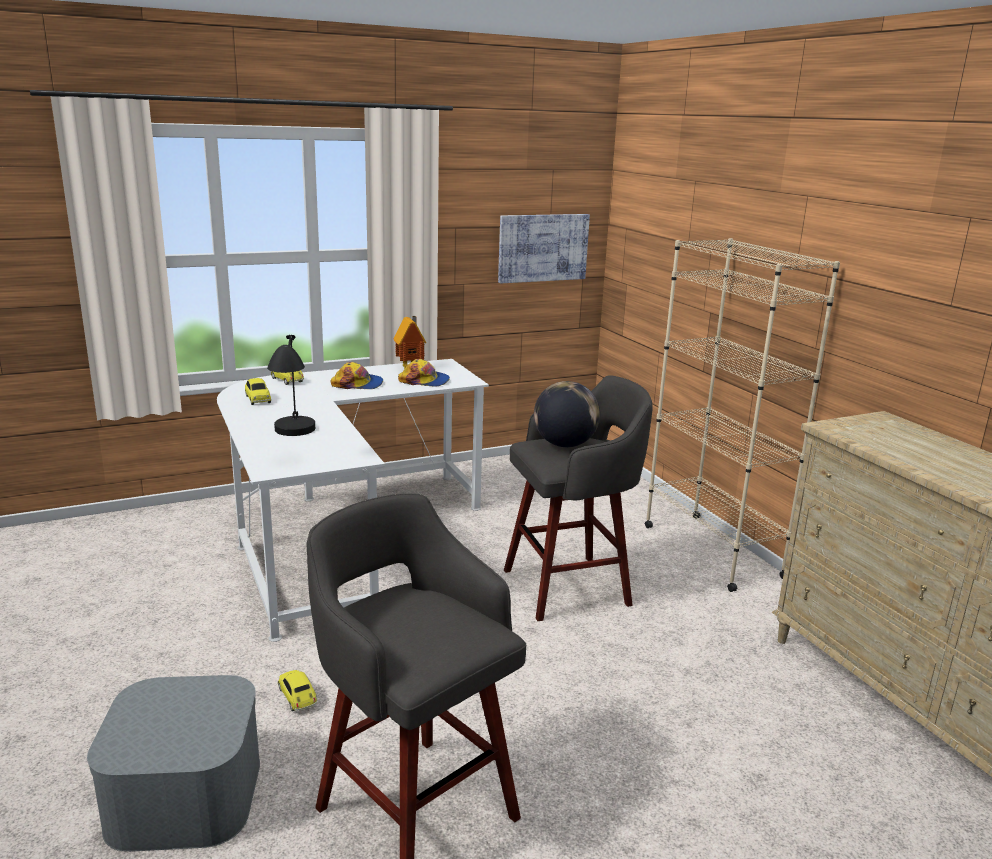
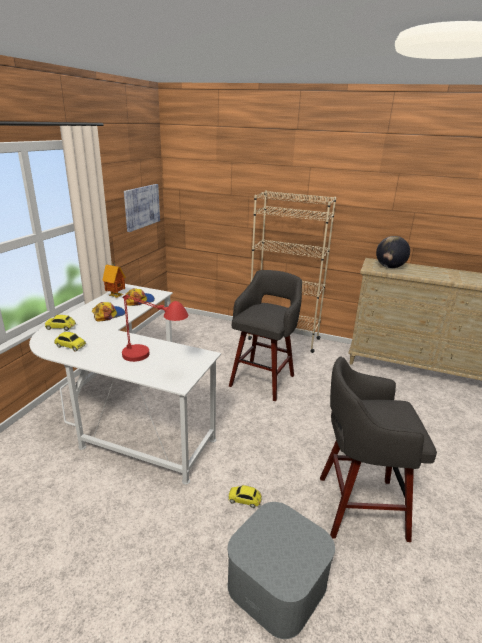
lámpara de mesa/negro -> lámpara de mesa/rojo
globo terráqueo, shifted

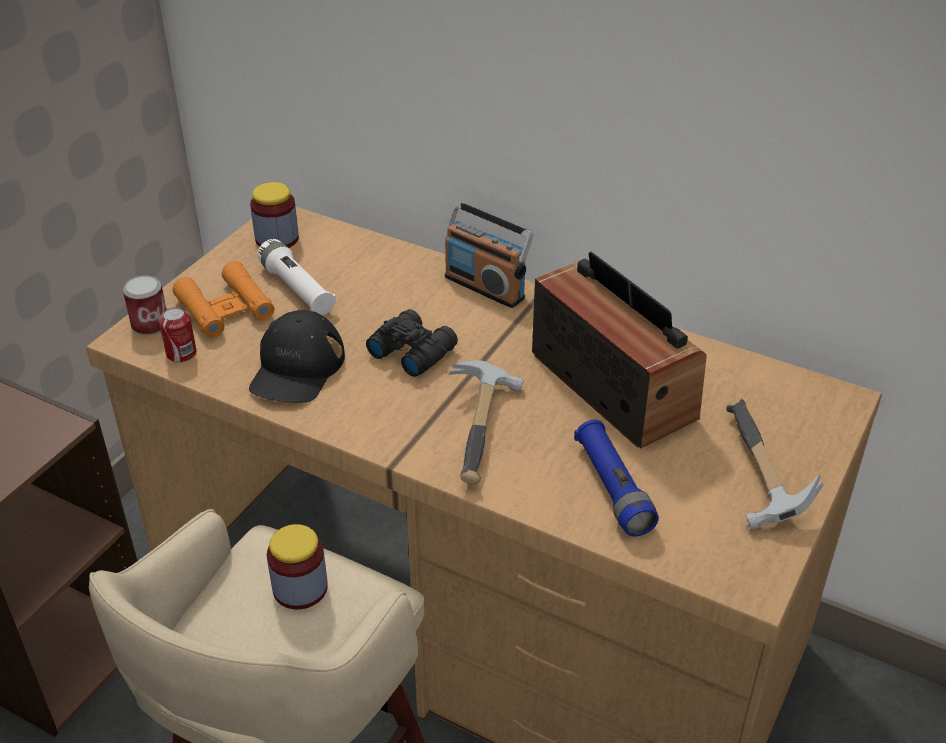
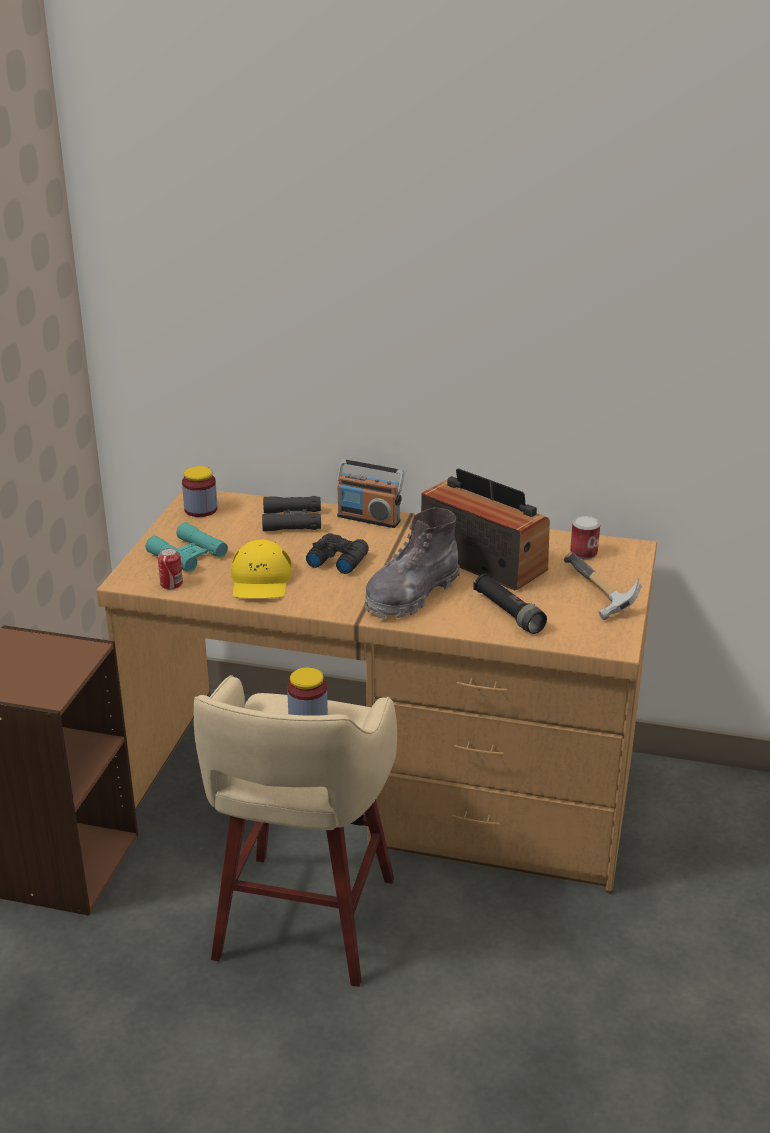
linterna/blanco -> none
prismáticos/naranja -> prismáticos/turquesa
lata (no. 1 from left in the first image) -> lata (no. 2 from left), shifted
gorra/negro -> gorra/amarillo
martillo (no. 1 from left) -> bota/gris
linterna/azul -> linterna/negro
none -> prismáticos/negro (no. 1 from left)

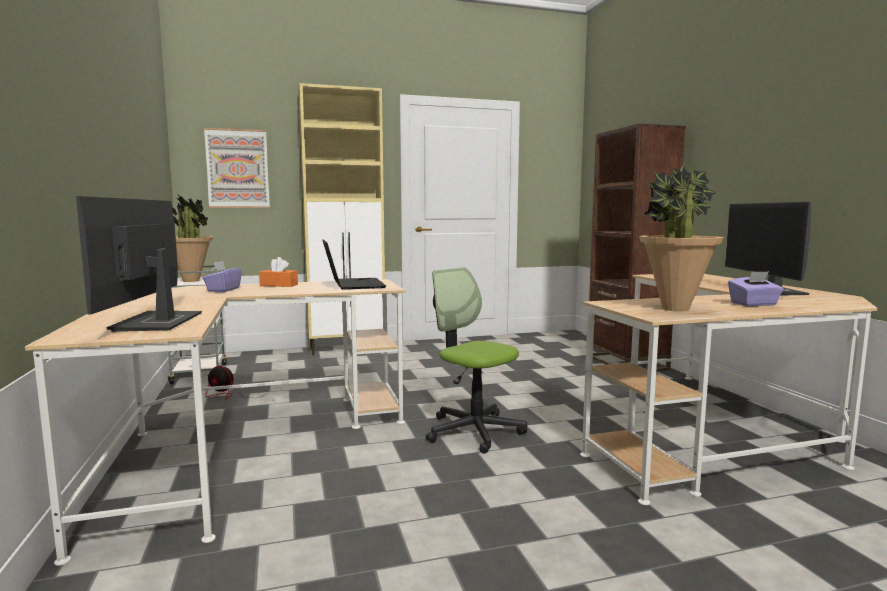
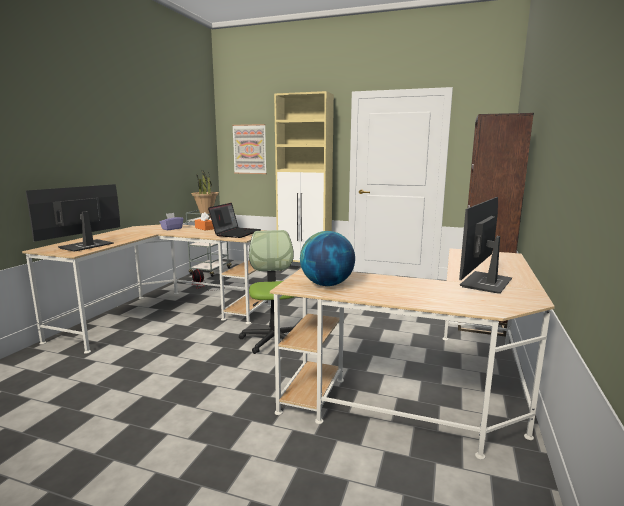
planta en maceta (no. 2 from left) -> globo terráqueo
caja de pañuelos/morado (no. 2 from left) -> none

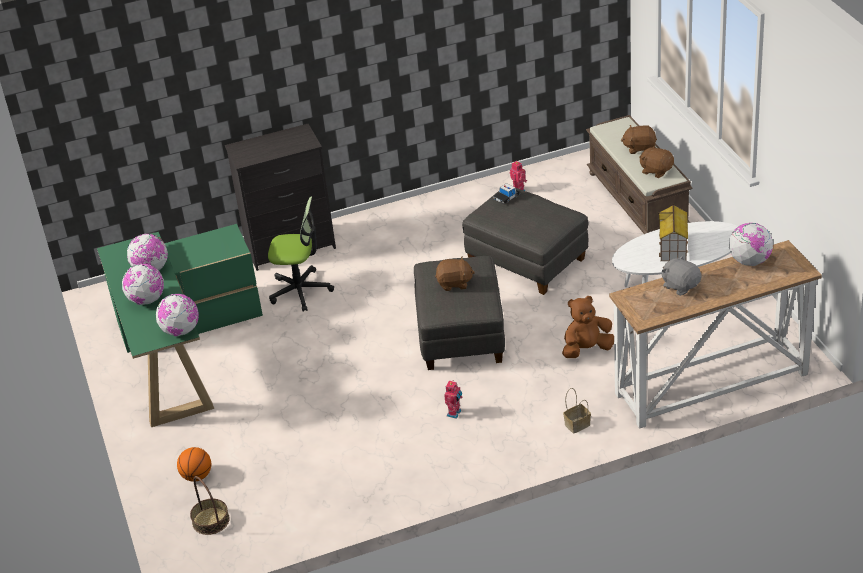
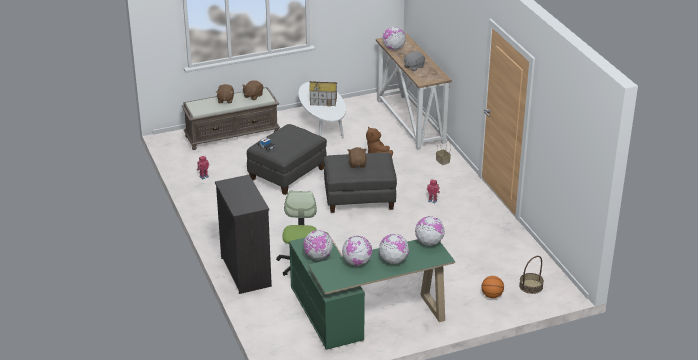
none -> globo terráqueo (no. 1 from left)

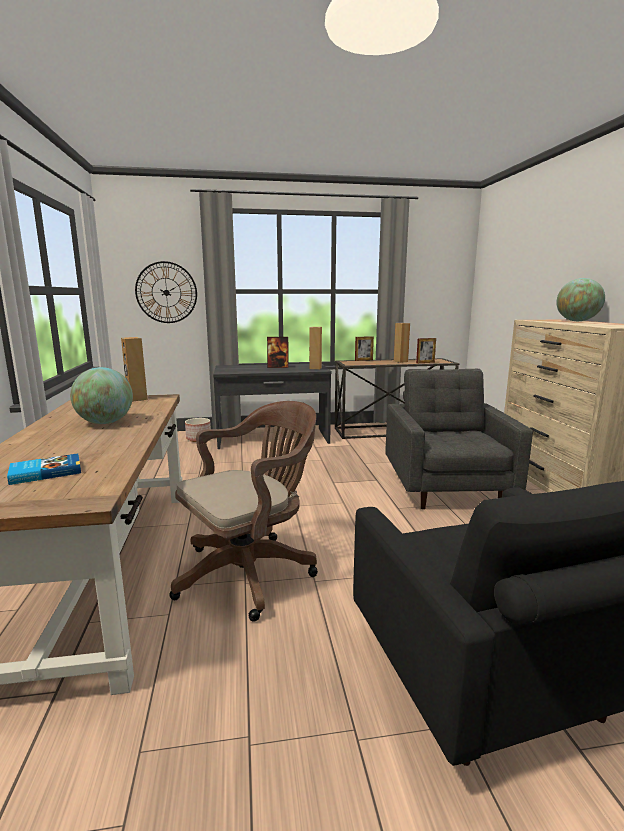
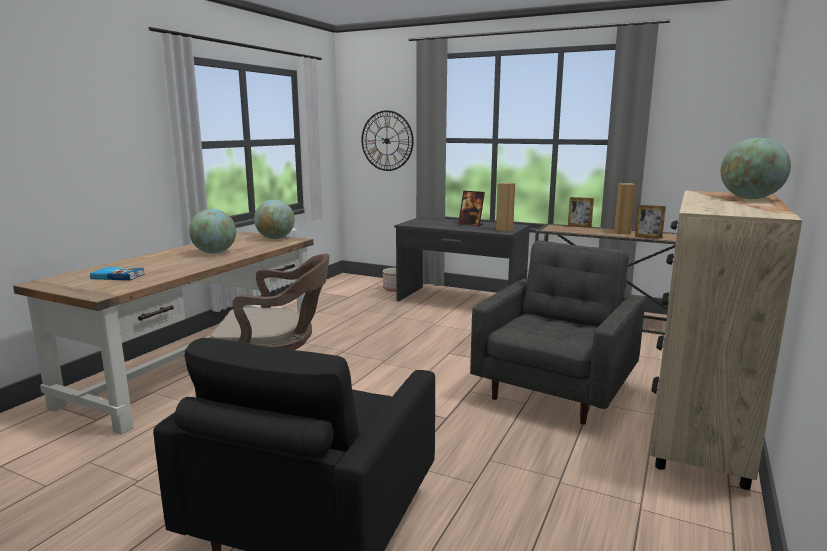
altavoz/marrón (no. 1 from left) -> globo terráqueo (no. 2 from left)

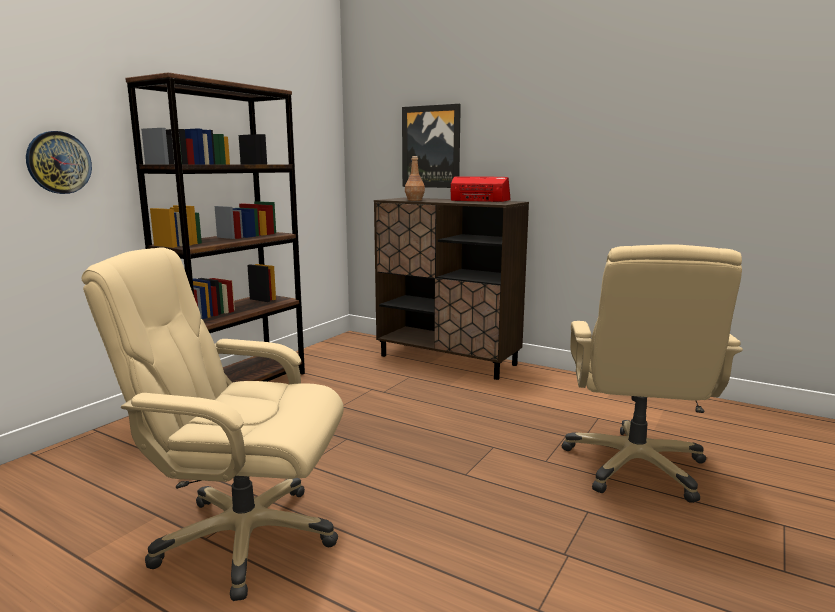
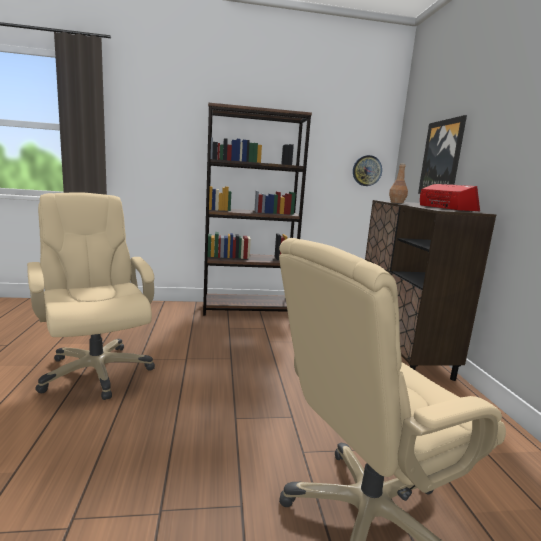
reloj de pared, shifted

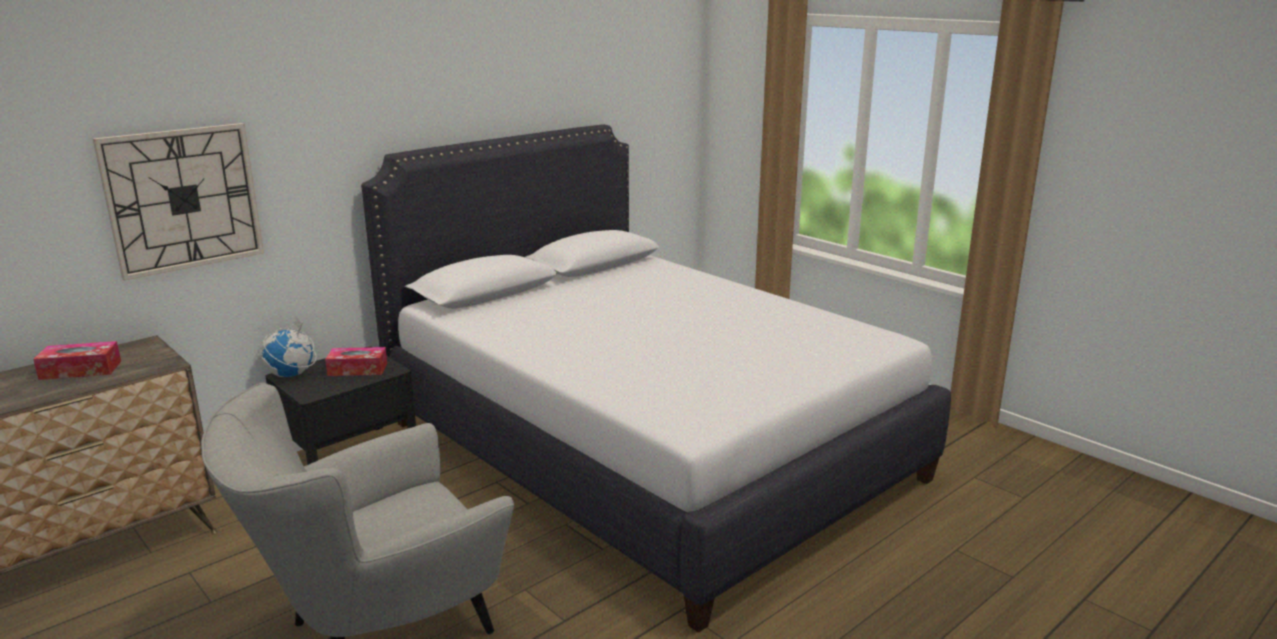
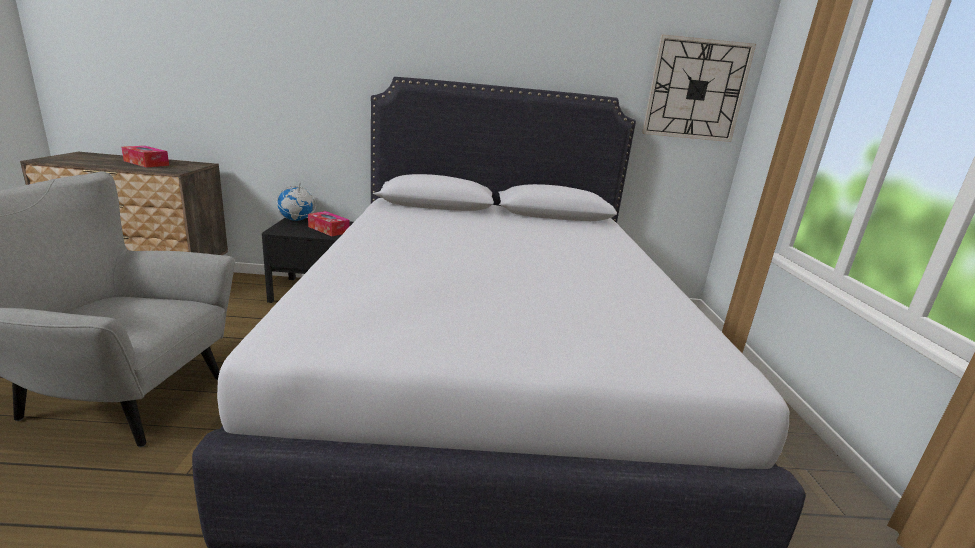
reloj de pared, shifted

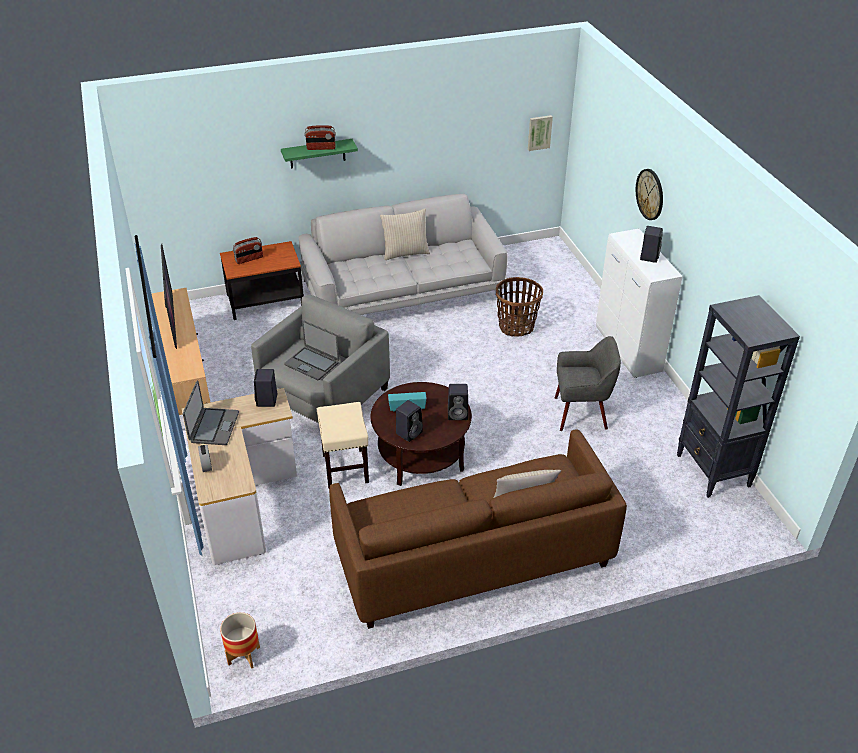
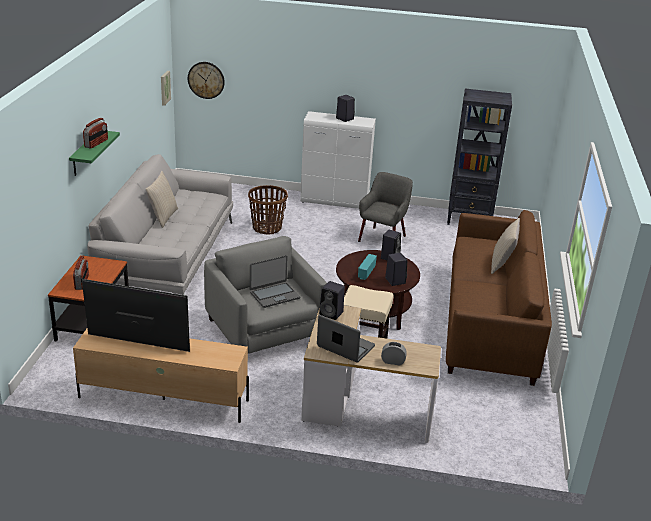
reloj de pared, shifted
maceta -> none

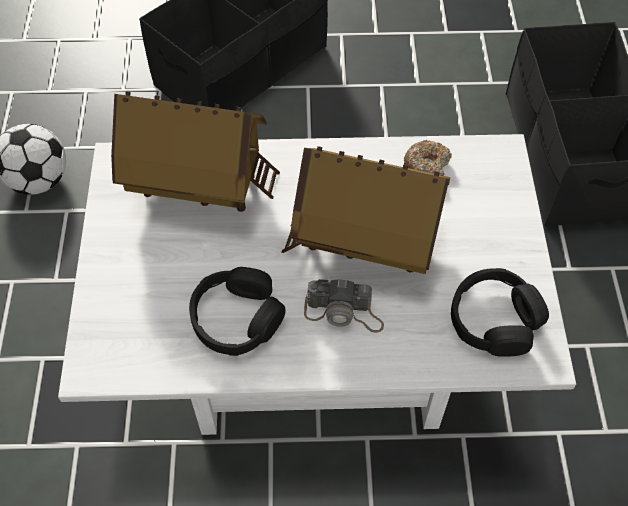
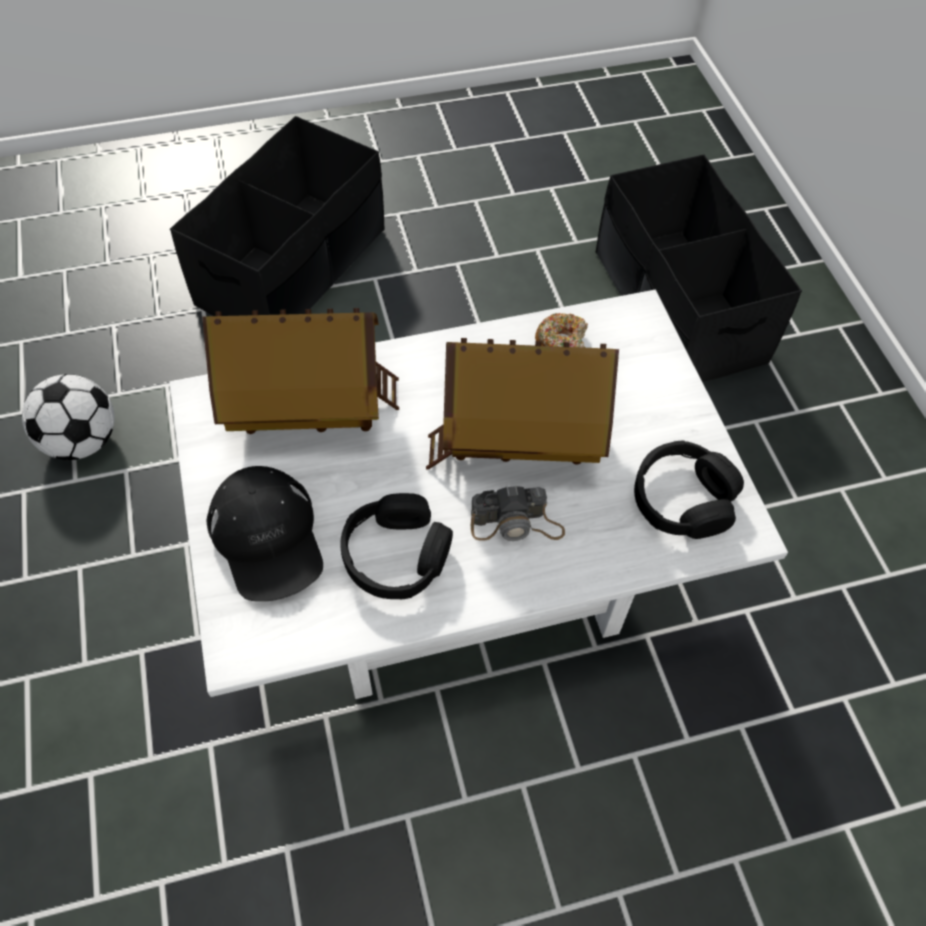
none -> gorra/negro

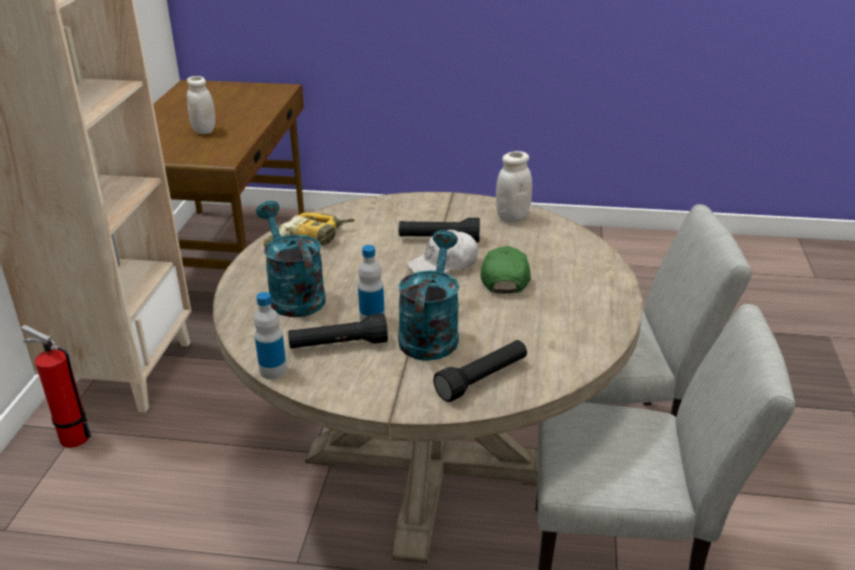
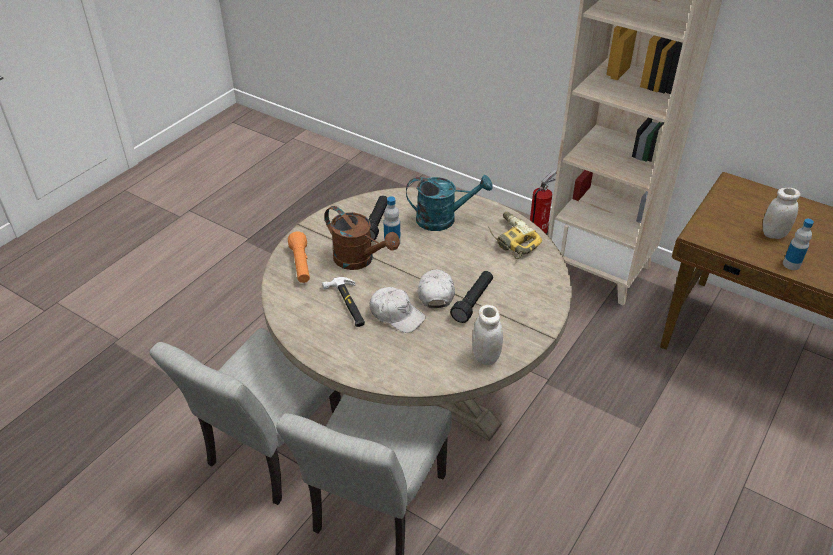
regadera/turquesa (no. 2 from left) -> regadera/marrón
gorra/verde -> gorra/blanco (no. 1 from left)
botella (no. 1 from left in the first image) -> botella (no. 2 from left), shifted
linterna/negro (no. 3 from left) -> linterna/naranja
none -> martillo

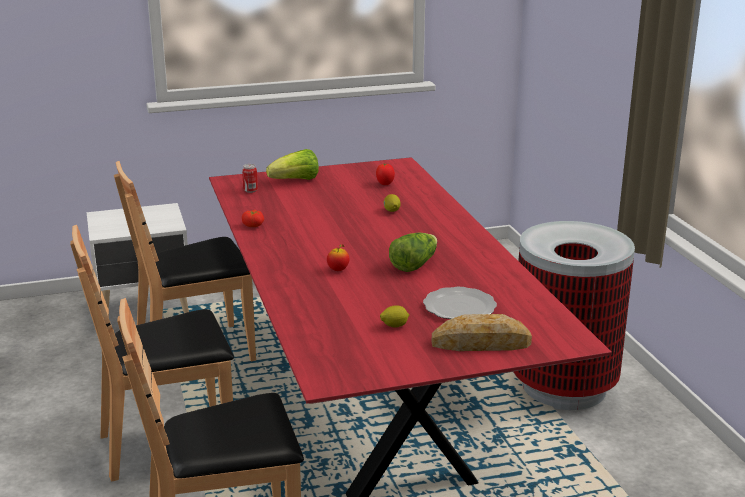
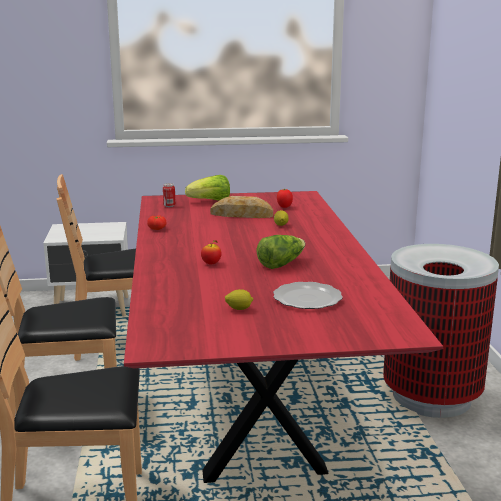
pan, shifted

